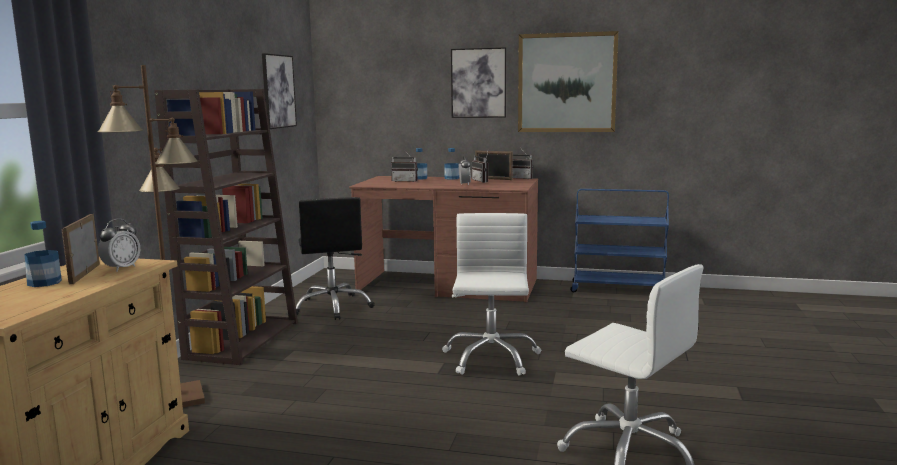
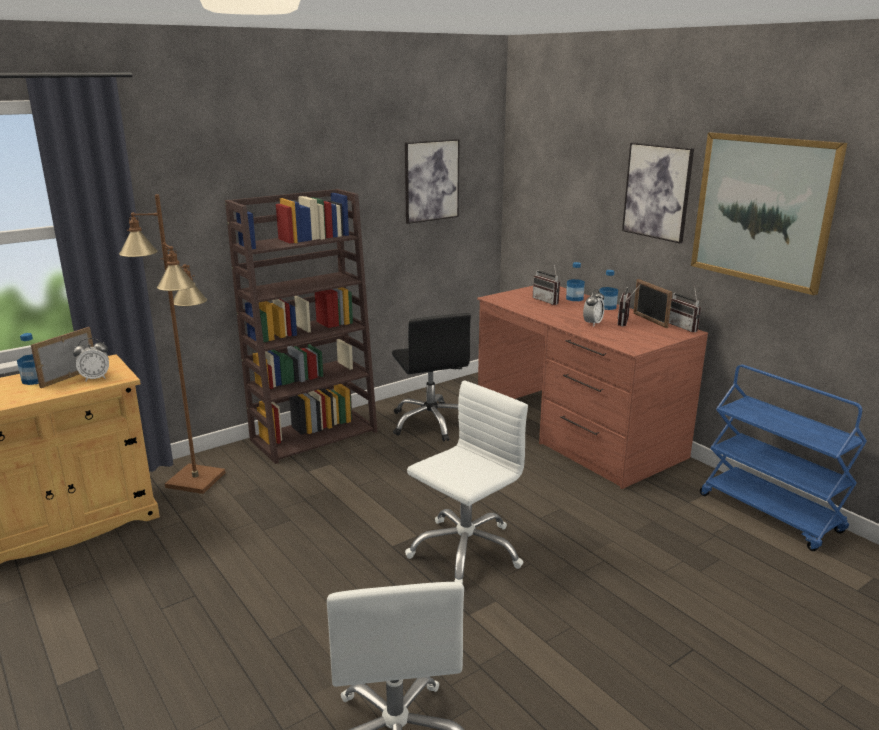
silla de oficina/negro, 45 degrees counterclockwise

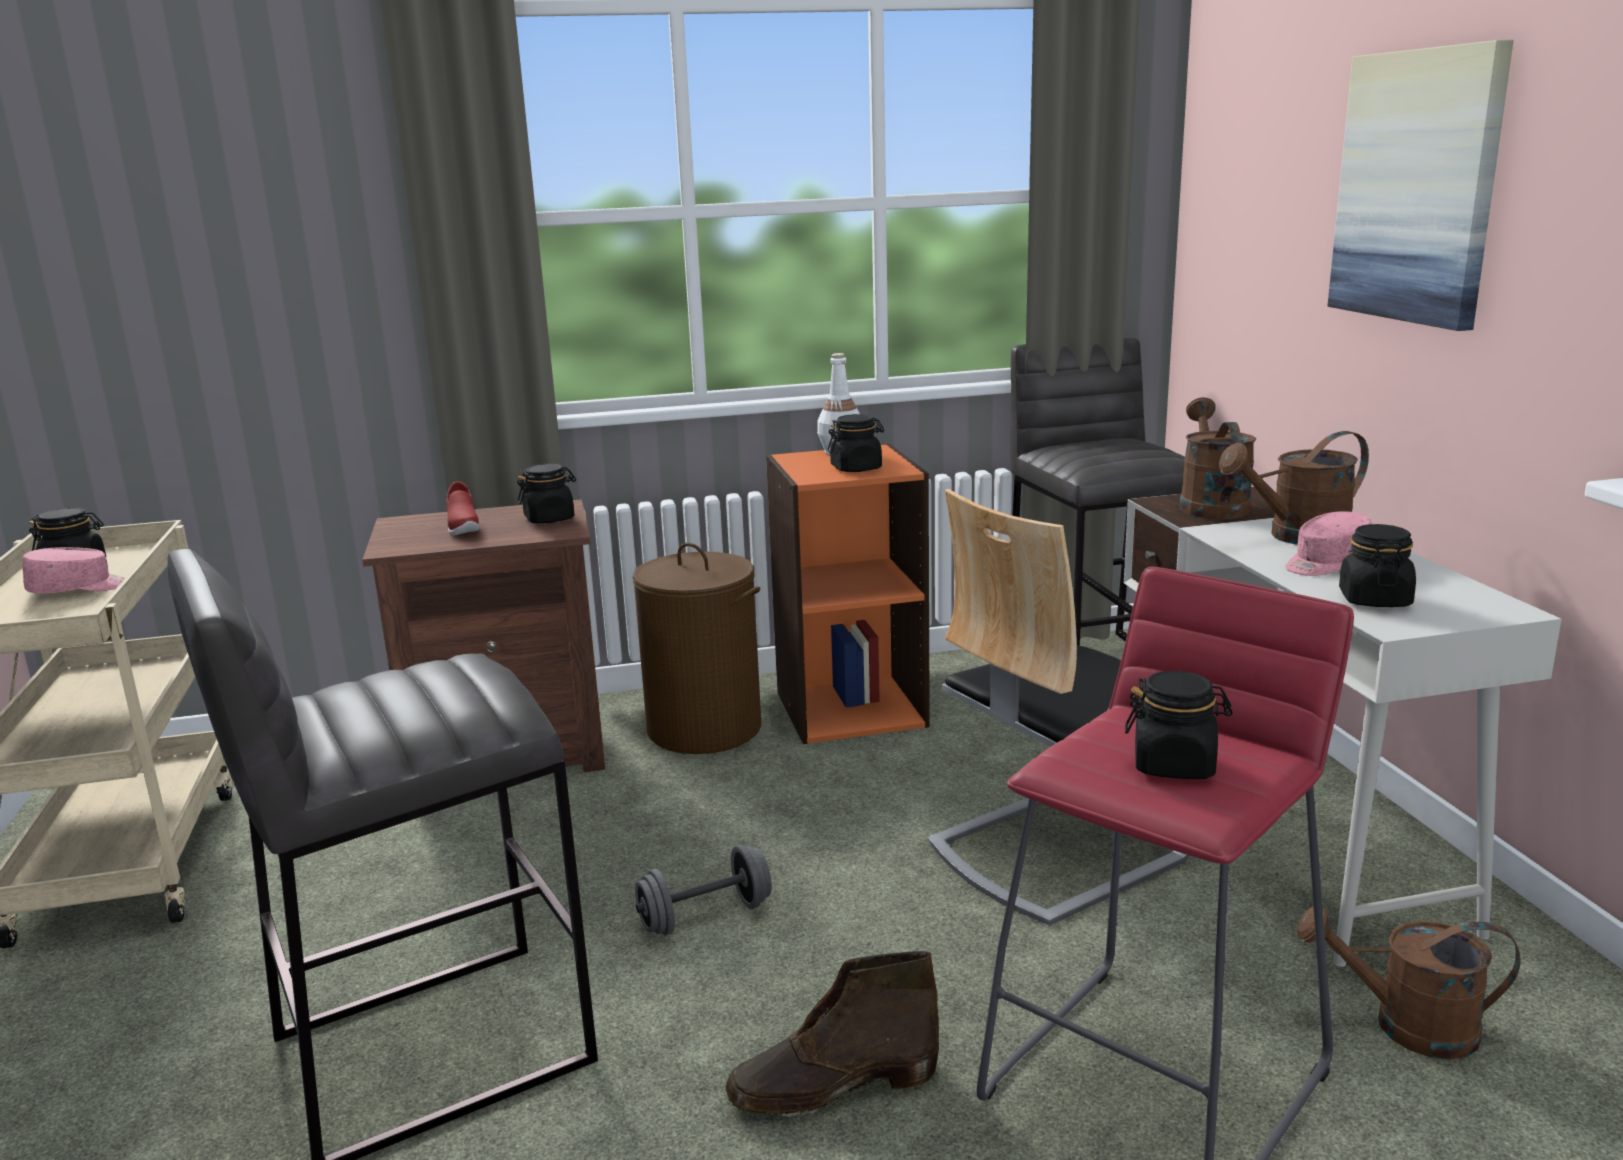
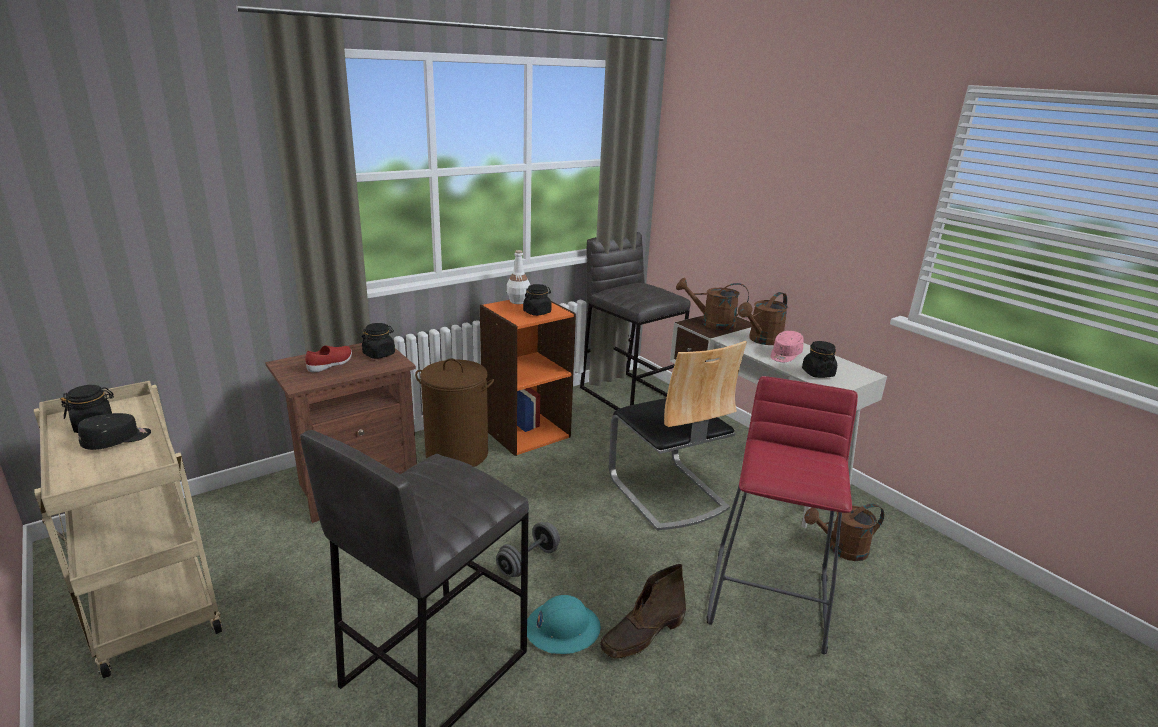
cuadro -> none
regadera/marrón (no. 1 from left), 60 degrees counterclockwise
zapato/rojo, 105 degrees counterclockwise
silla, 60 degrees counterclockwise
gorra/rosa (no. 1 from left) -> gorra/negro
tarro/negro (no. 4 from left) -> none
none -> casco/turquesa

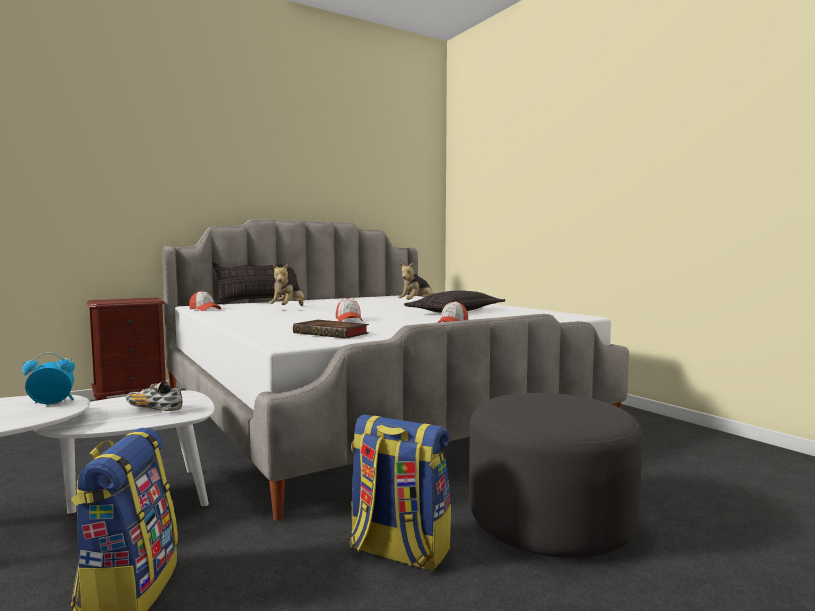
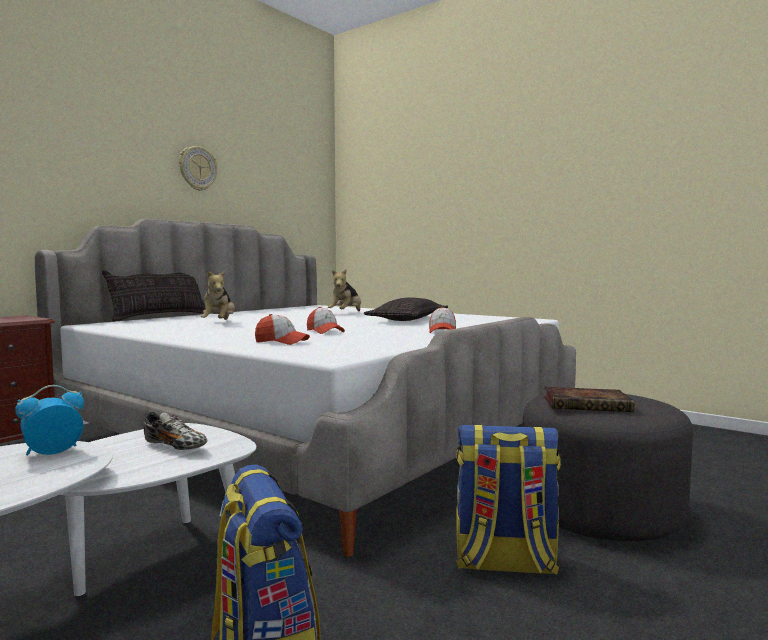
gorra (no. 1 from left), shifted
libro, shifted
zapato, 150 degrees counterclockwise
none -> reloj de pared

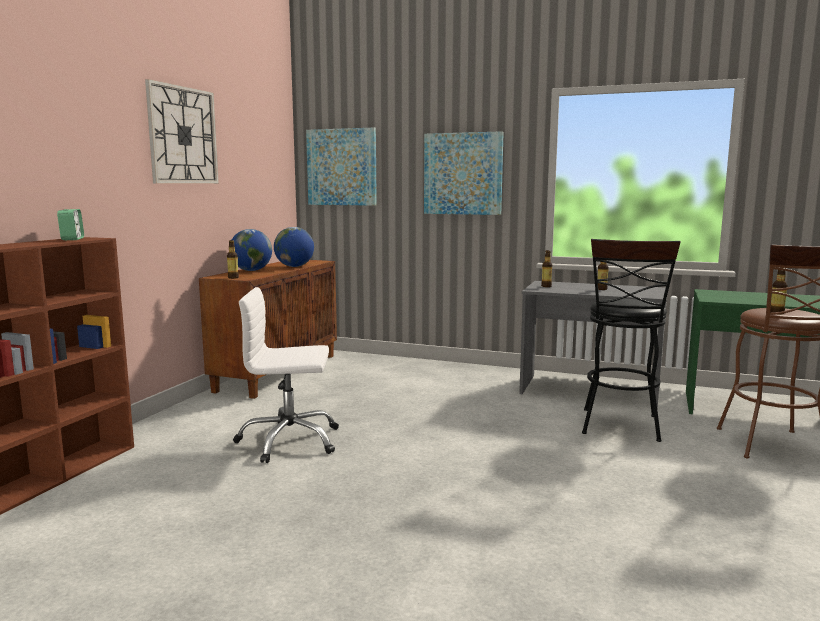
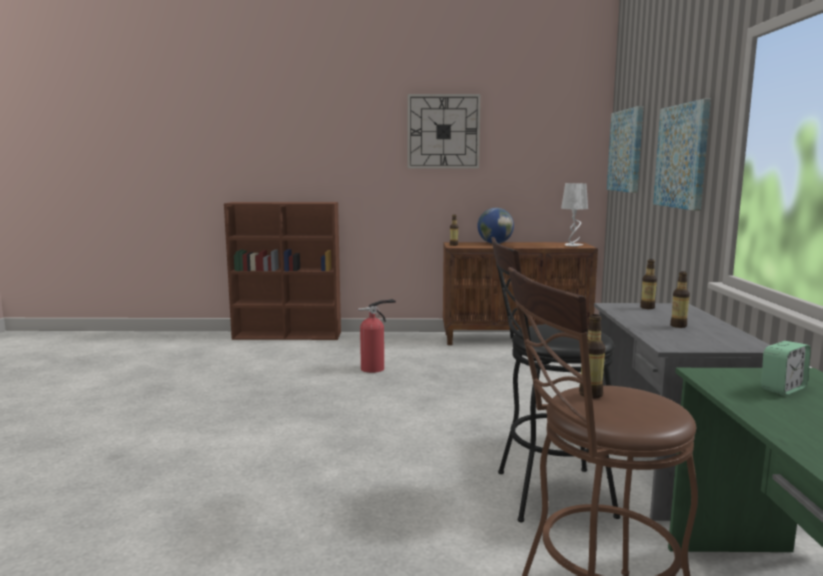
despertador, shifted
globo terráqueo (no. 2 from left) -> none
silla de oficina/blanco -> extintor
none -> lámpara de mesa/blanco

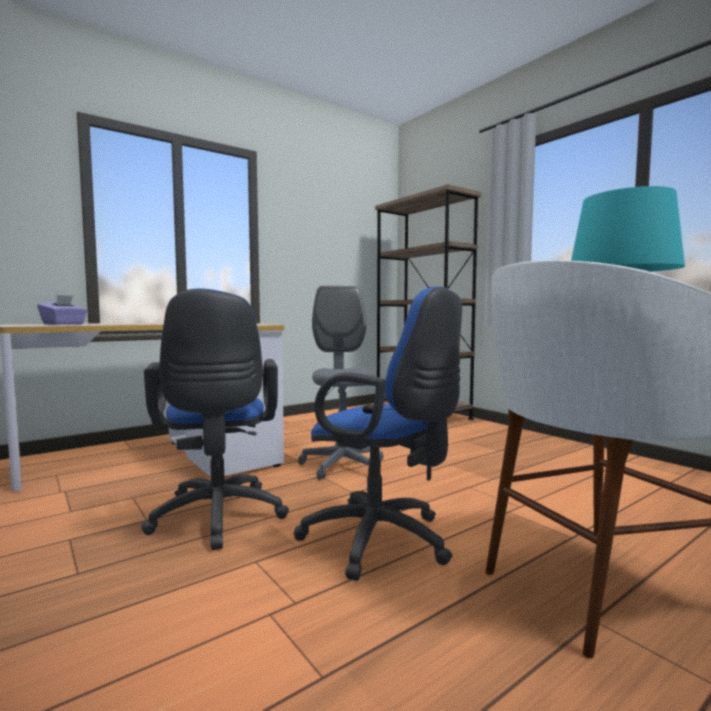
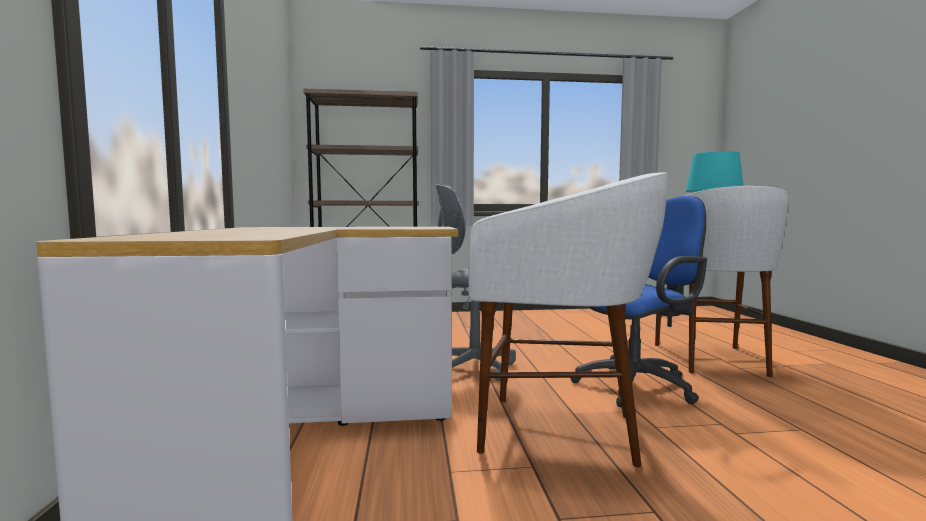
silla de oficina/azul (no. 1 from left) -> taburete/blanco (no. 1 from left)
caja de pañuelos/morado -> none

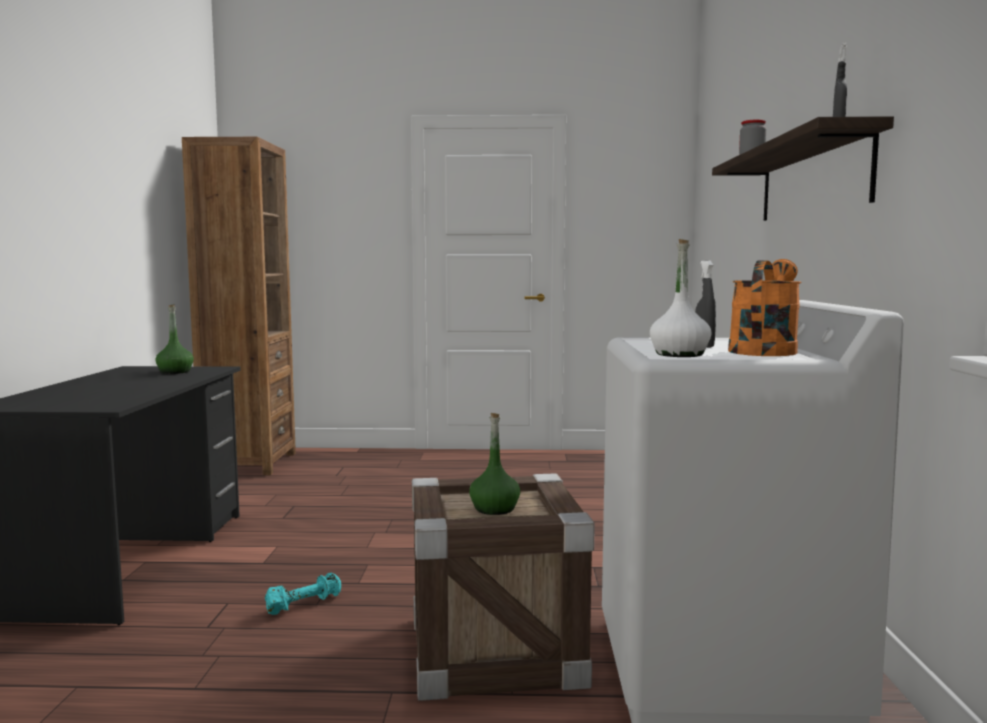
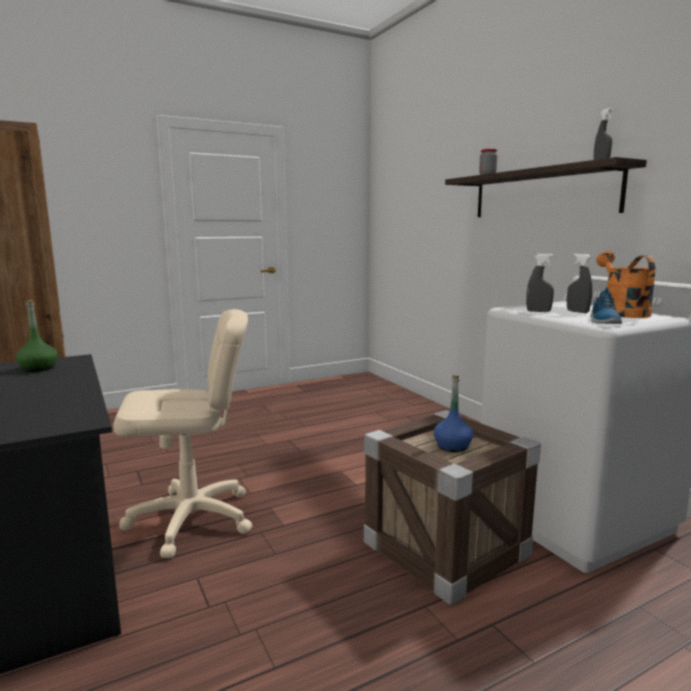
botella/blanco -> zapato
botella/verde (no. 2 from left) -> botella/azul
mancuerna/turquesa -> none
none -> pulverizador/gris (no. 1 from left)
none -> silla de oficina/beis

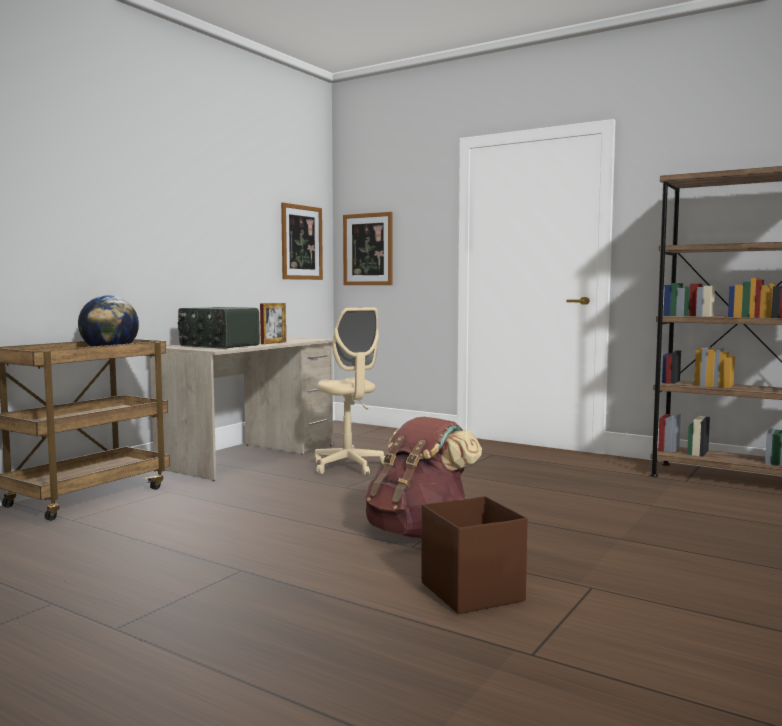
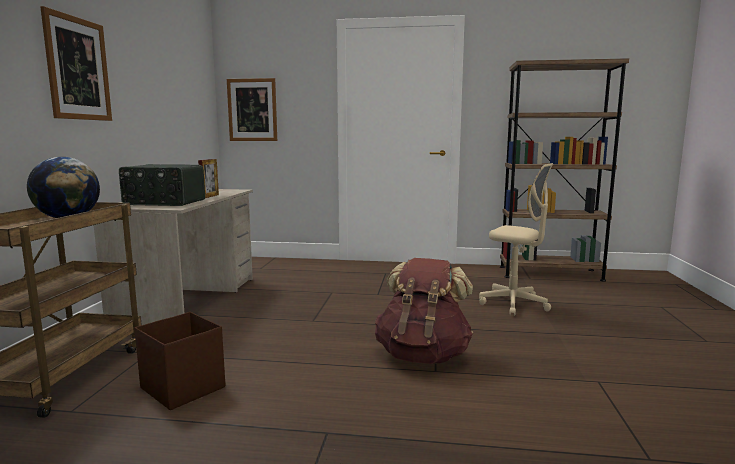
cuadro (no. 1 from left), shifted
silla de oficina/beis, shifted
caja de almacenaje/marrón, shifted

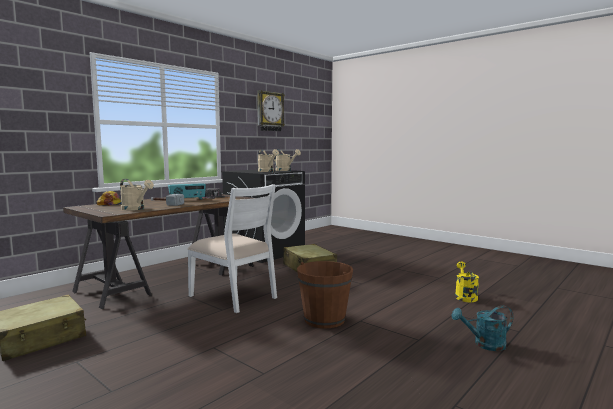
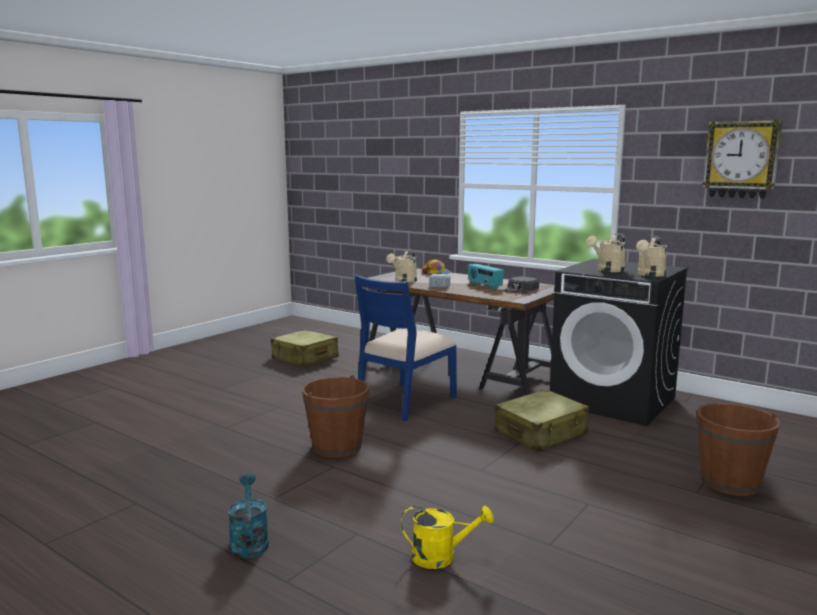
silla/blanco -> silla/azul
none -> cubo/marrón (no. 2 from left)

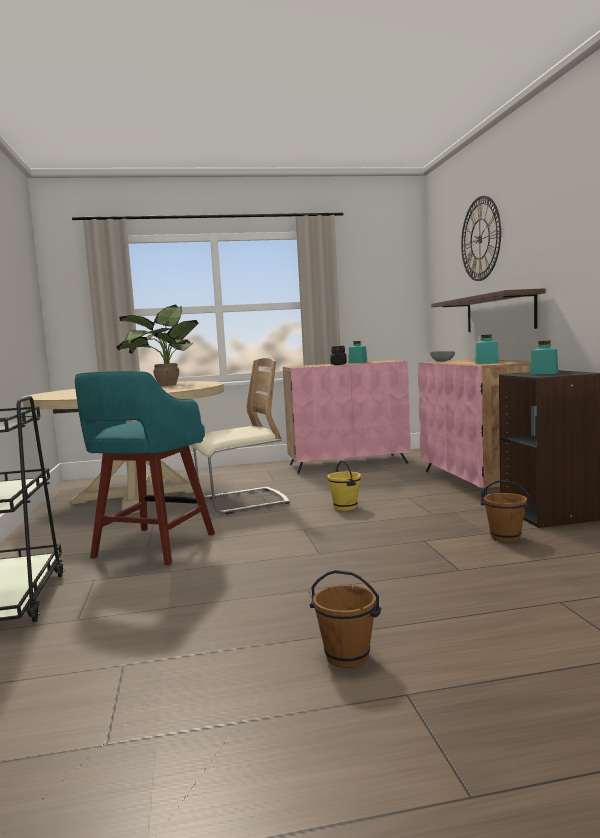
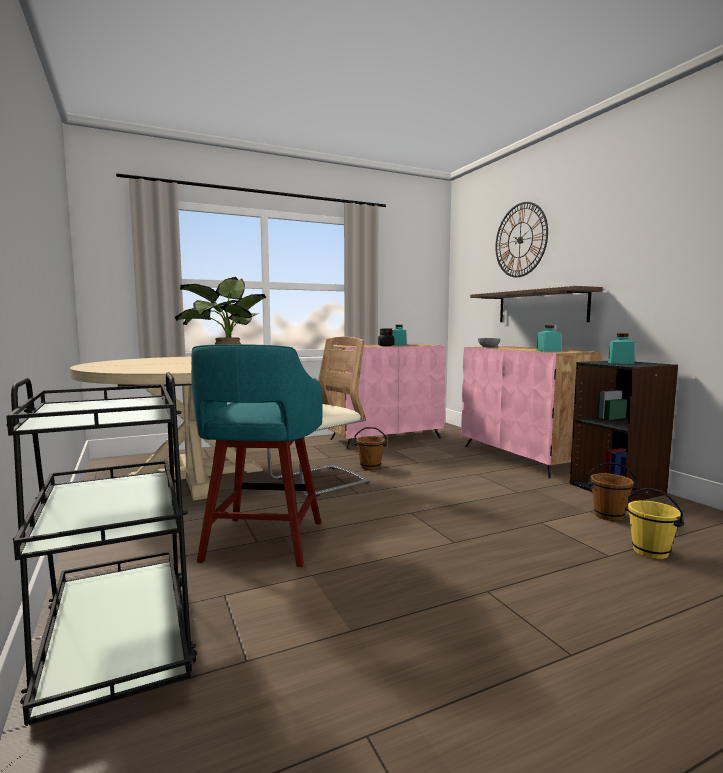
cubo/amarillo, shifted
cubo/marrón (no. 1 from left), shifted

